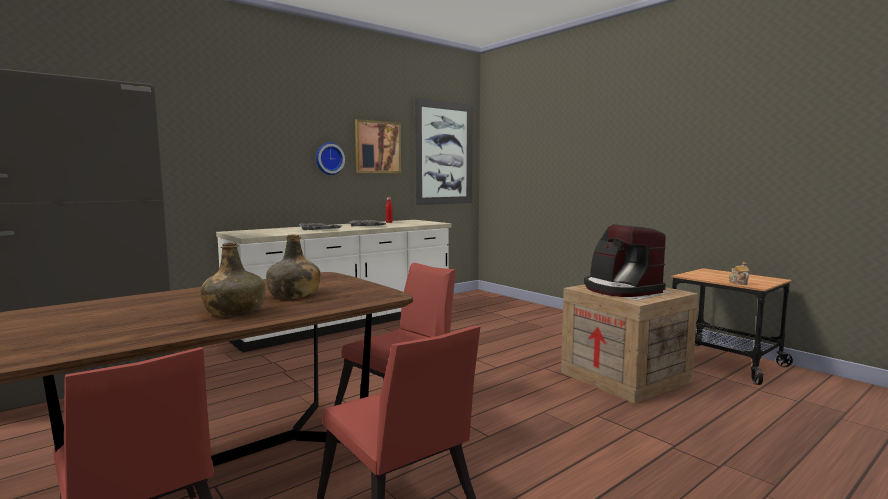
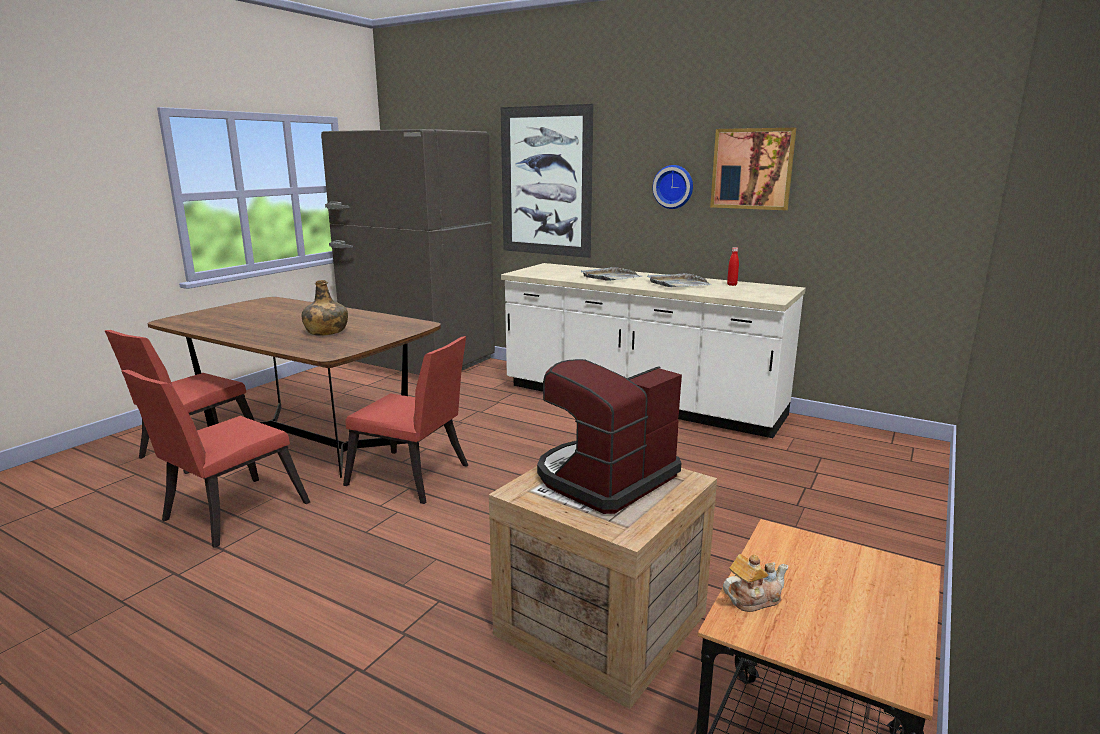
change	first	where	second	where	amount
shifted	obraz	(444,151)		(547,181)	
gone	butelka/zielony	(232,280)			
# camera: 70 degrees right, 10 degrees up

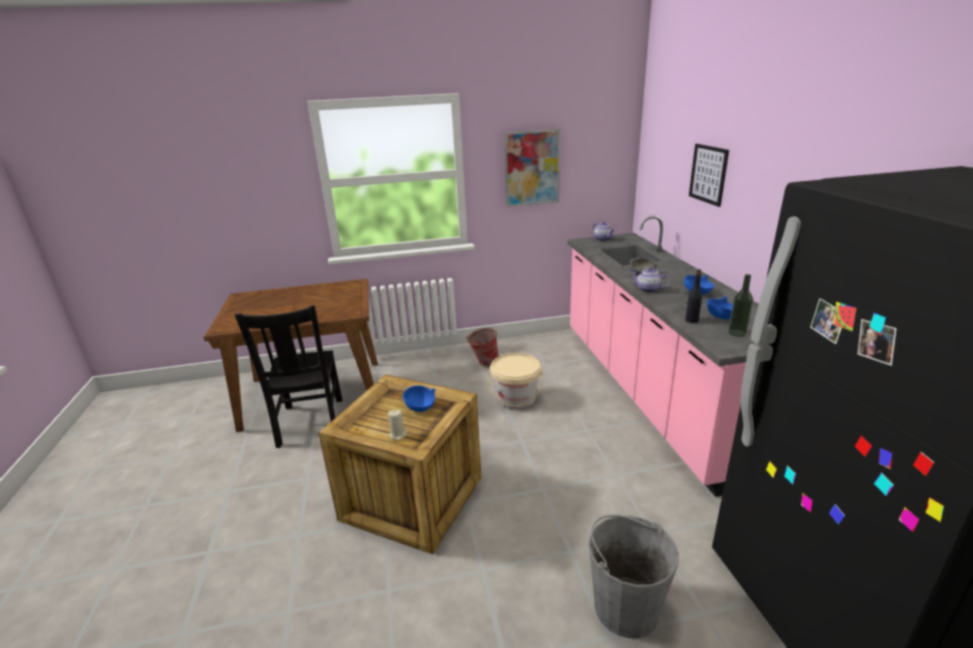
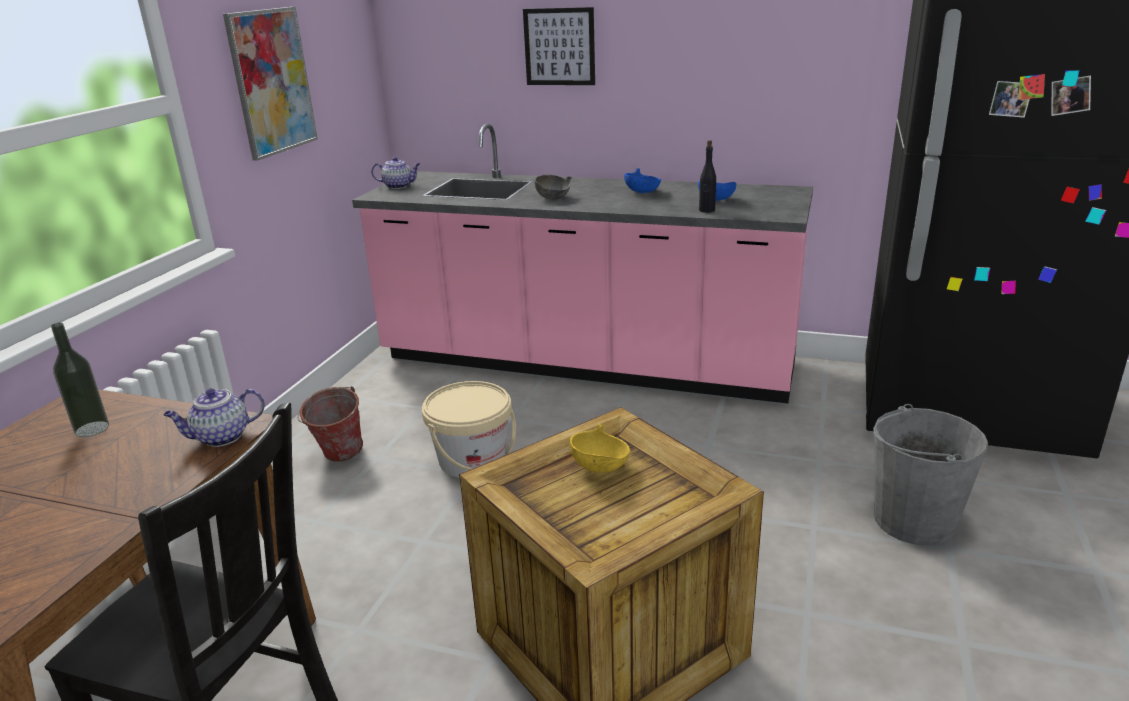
change	first	where	second	where	amount
shifted	butelka	(740,305)		(80,380)	
shifted	imbryk	(650,280)		(214,417)	
repainted	miska/niebieski	(419,398)	miska/żółty	(600,448)	
gone	świeca/beżowy	(397,425)			
# camera: 60 degrees left, 0 degrees up

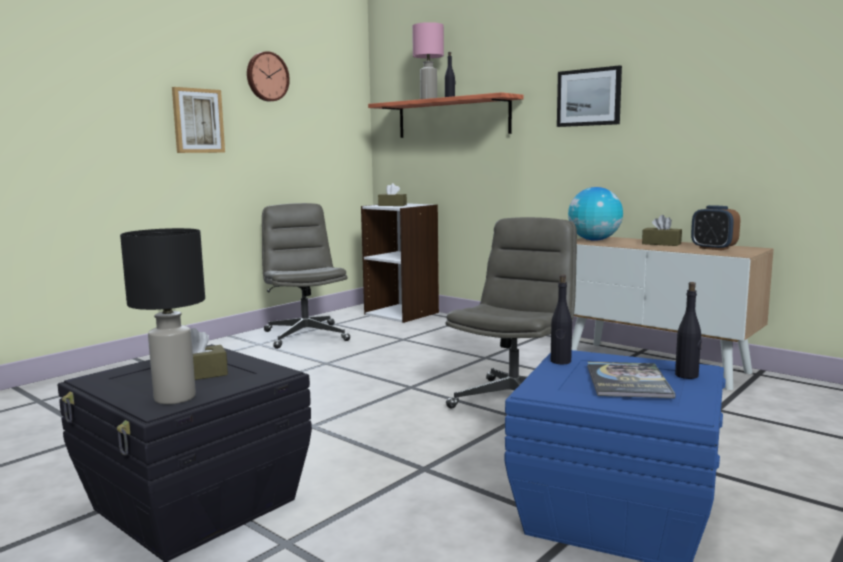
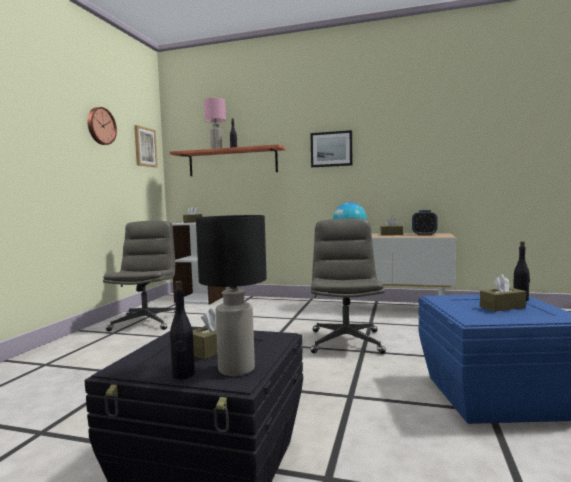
change	first	where	second	where	amount
rotated	krzesło biurowe/szary	(306,276)		(139,276)	45 degrees clockwise
shifted	obraz	(198,120)		(146,146)	
shifted	butelka/czarny	(561,319)		(182,330)	
swapped	książka	(631,380)	pudełko chusteczek/brązowy	(503,293)	
# camera: 25 degrees left, 5 degrees down

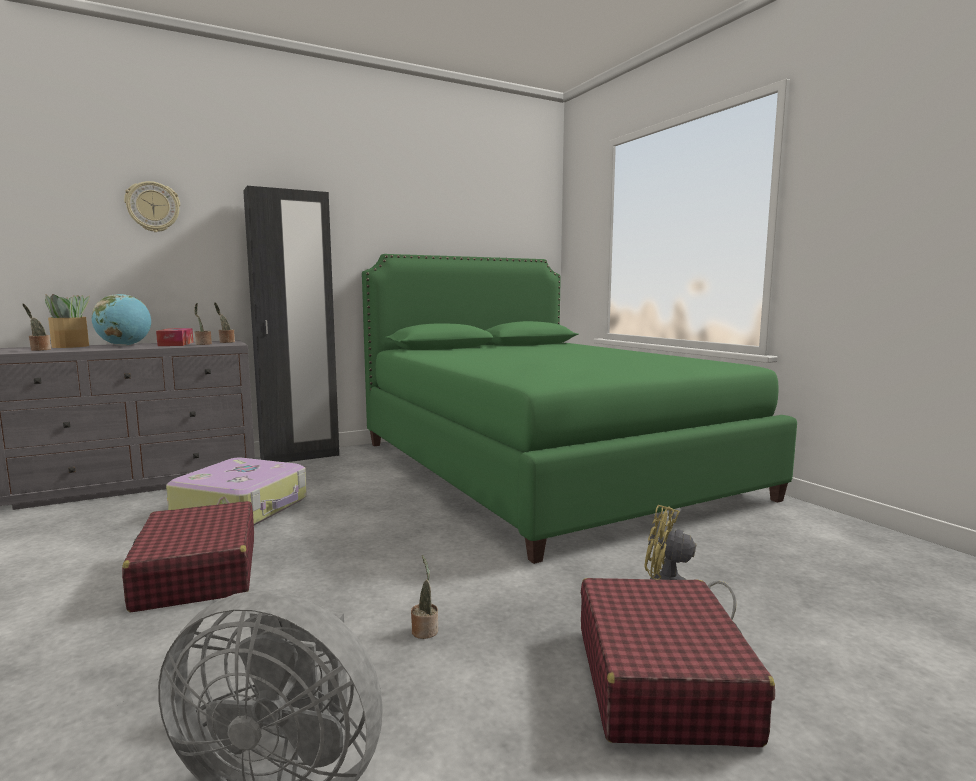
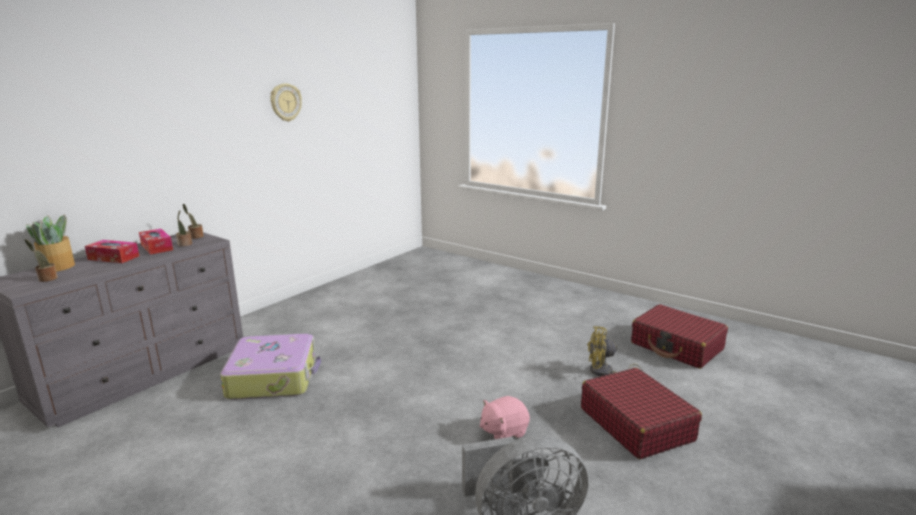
change	first	where	second	where	amount
swapped	globus	(121,320)	pudełko chusteczek	(112,251)	
shifted	zegar ścienny	(152,206)		(286,102)	
swapped	roślina doniczkowa	(424,597)	pluszak/różowy	(505,417)	
shifted	walizka/czerwony	(188,557)		(679,336)	
gone	szafa/czarny	(291,324)			
gone	łóżko/zielony	(579,409)			
# camera: 25 degrees left, 10 degrees up

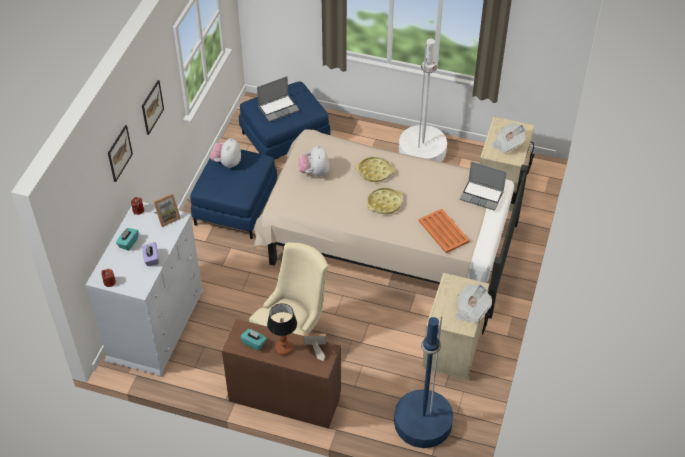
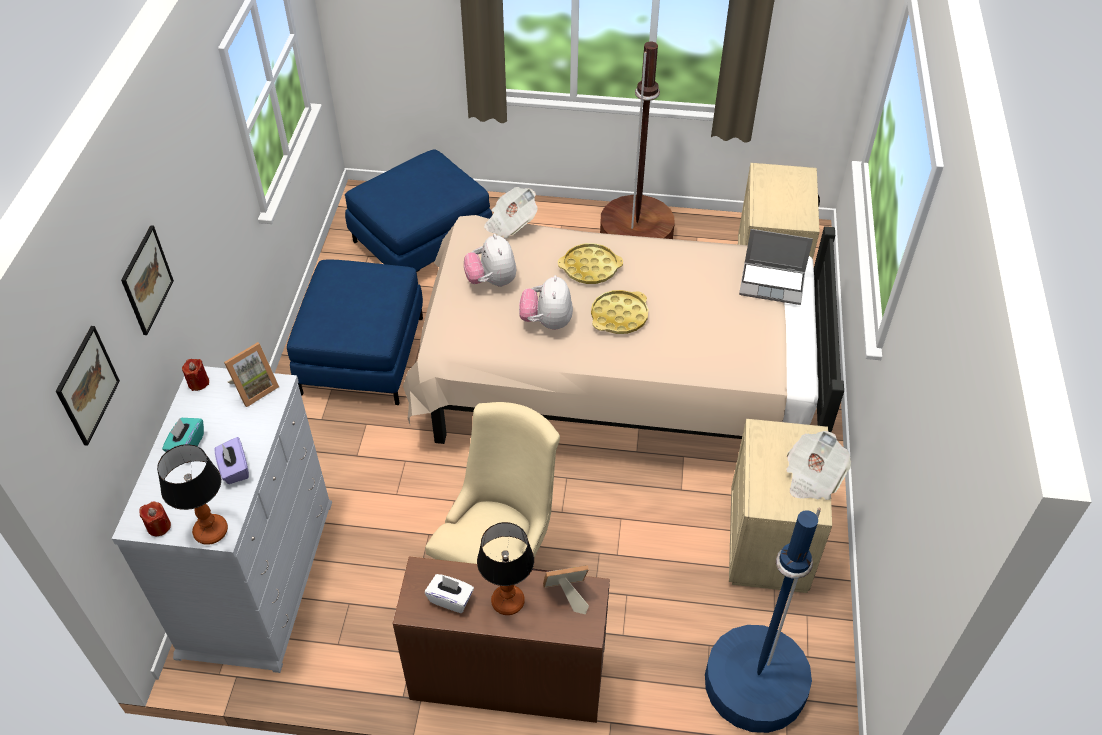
change	first	where	second	where	amount
shifted	obraz	(153,107)		(88,386)	
new			lampa stołowa	(192,494)	
repainted	pudełko chusteczek/turkusowy	(253,340)	pudełko chusteczek/biały	(449,593)	
shifted	gazeta	(508,138)		(511,213)	
shifted	pluszak	(225,153)		(546,302)	
repainted	lampa stojąca/biały	(423,100)	lampa stojąca/brązowy	(637,140)	
gone	laptop	(278,99)			
gone	taca/pomarańczowy	(444,231)			
# camera: 10 degrees left, 0 degrees up

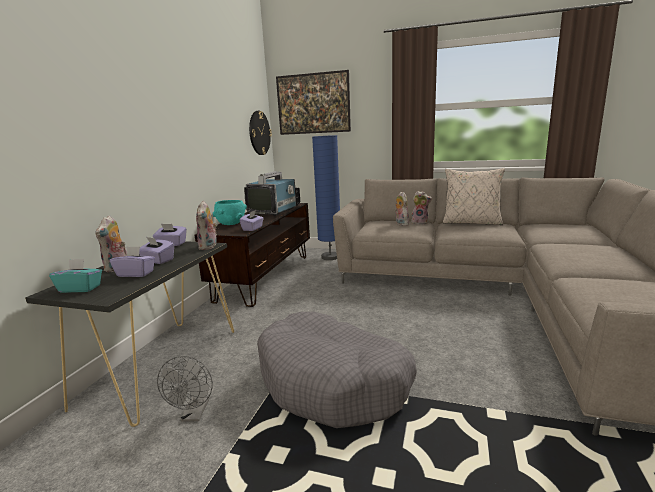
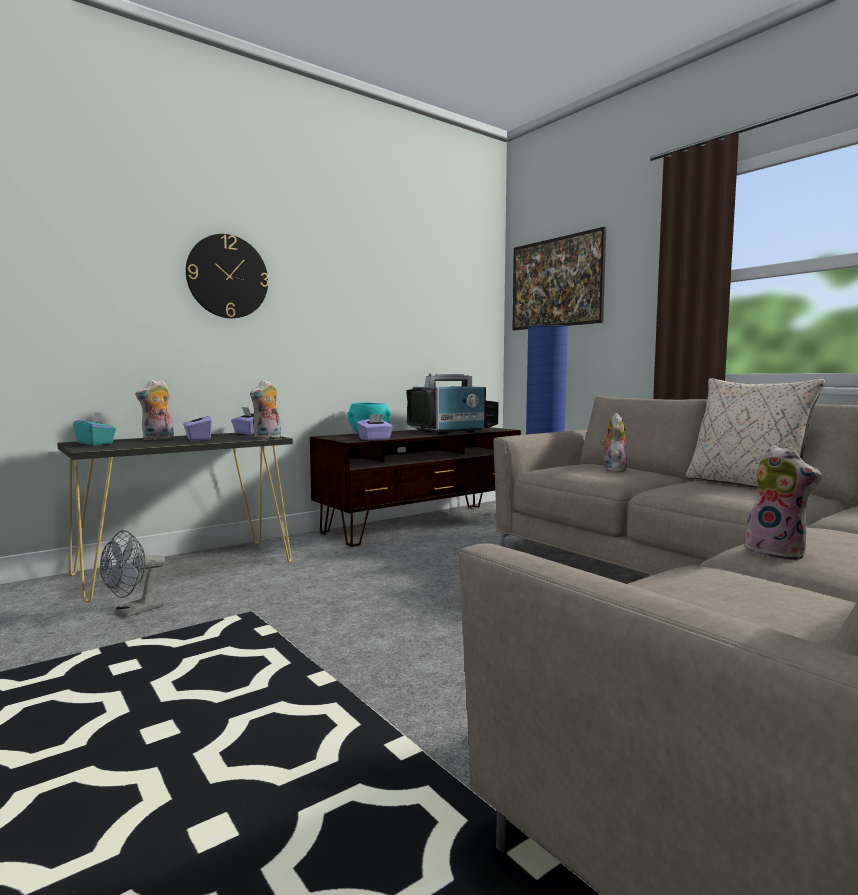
change	first	where	second	where	amount
shifted	zegar ścienny	(260,133)		(227,276)	
shifted	pluszak	(421,207)		(783,502)	
gone	pudełko chusteczek/fioletowy	(132,262)			
gone	legowisko/szary	(337,370)			
# camera: 35 degrees right, 10 degrees down

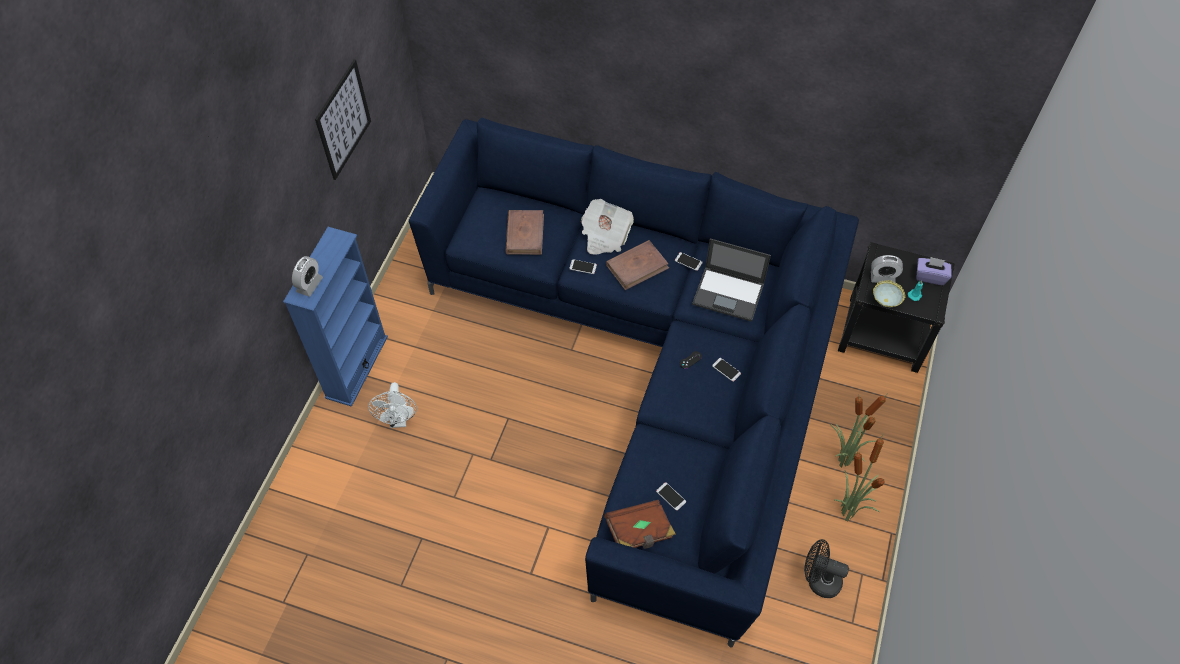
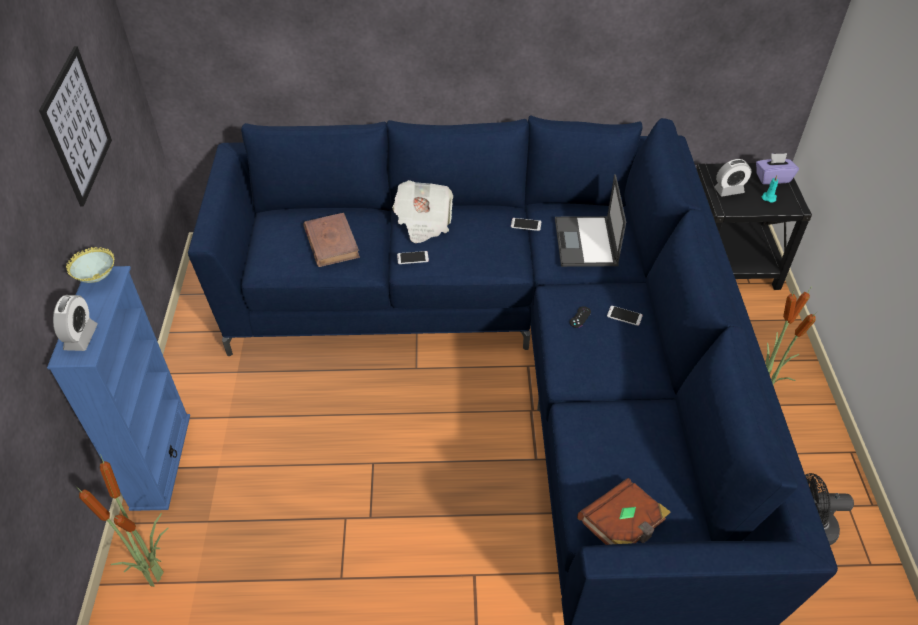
change	first	where	second	where	amount
shifted	miska	(889,293)		(90,265)	
shifted	roślina doniczkowa	(859,478)		(122,520)	
rotated	laptop	(731,280)		(590,220)	90 degrees clockwise
gone	wentylator/biały	(392,405)			
gone	książka/brązowy	(637,265)			
gone	telefon	(671,496)			
# camera: 20 degrees left, 10 degrees down

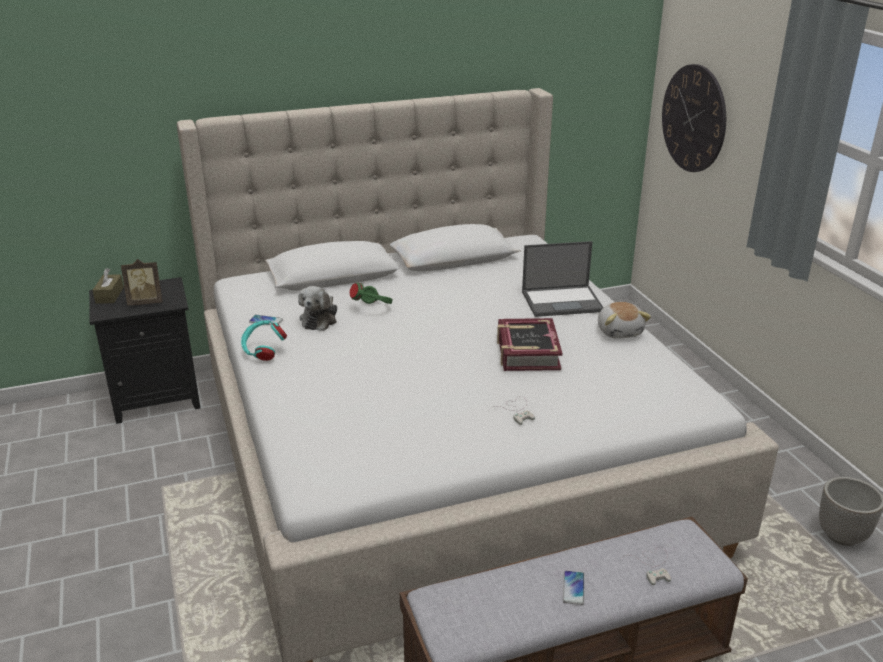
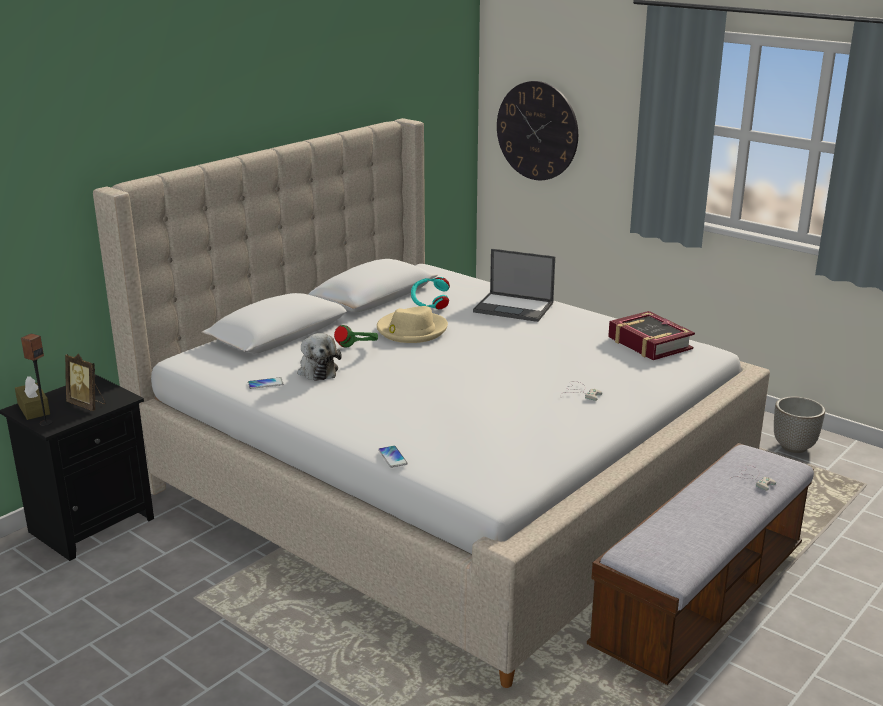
change	first	where	second	where	amount
new			głośnik	(36,379)	
rotated	ramka na zdjęcie	(142,282)		(85,382)	75 degrees clockwise
new			kapelusz/beżowy	(412,324)	
shifted	telefon	(573,588)		(393,457)	
shifted	słuchawki/turkusowy	(264,340)		(430,293)	
rotated	laptop	(563,279)		(514,285)	60 degrees clockwise
shifted	książka	(530,344)		(651,335)	
gone	pluszak	(624,320)			
# camera: 30 degrees left, 5 degrees down

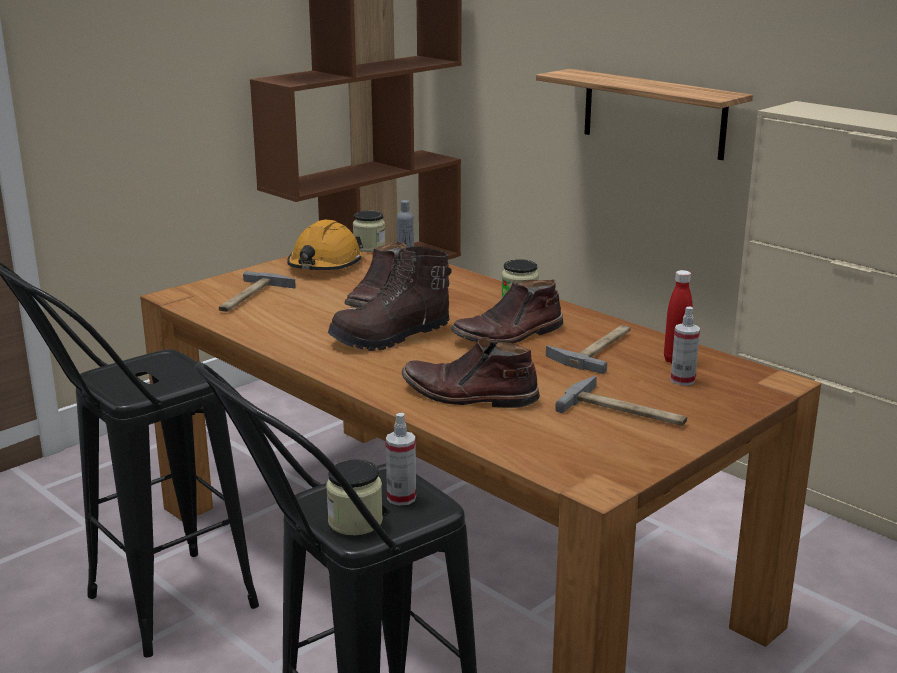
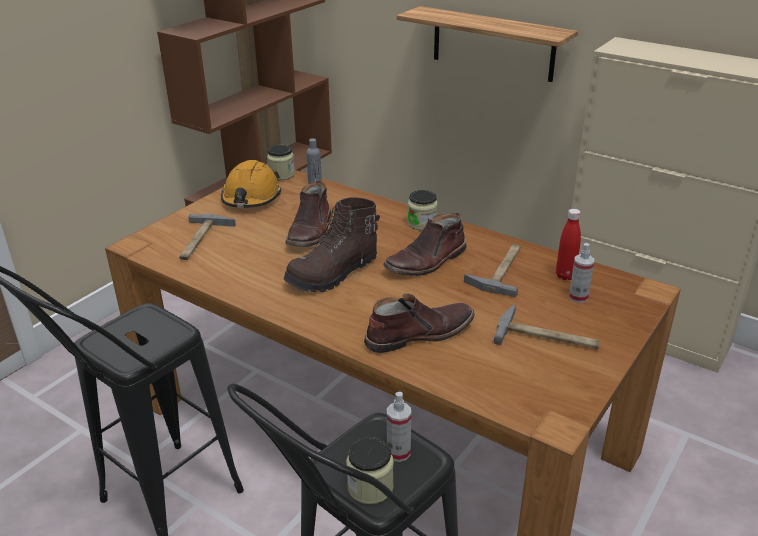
change	first	where	second	where	amount
rotated	but z cholewką/brązowy	(471,372)		(419,323)	150 degrees clockwise
# camera: 10 degrees left, 10 degrees up

